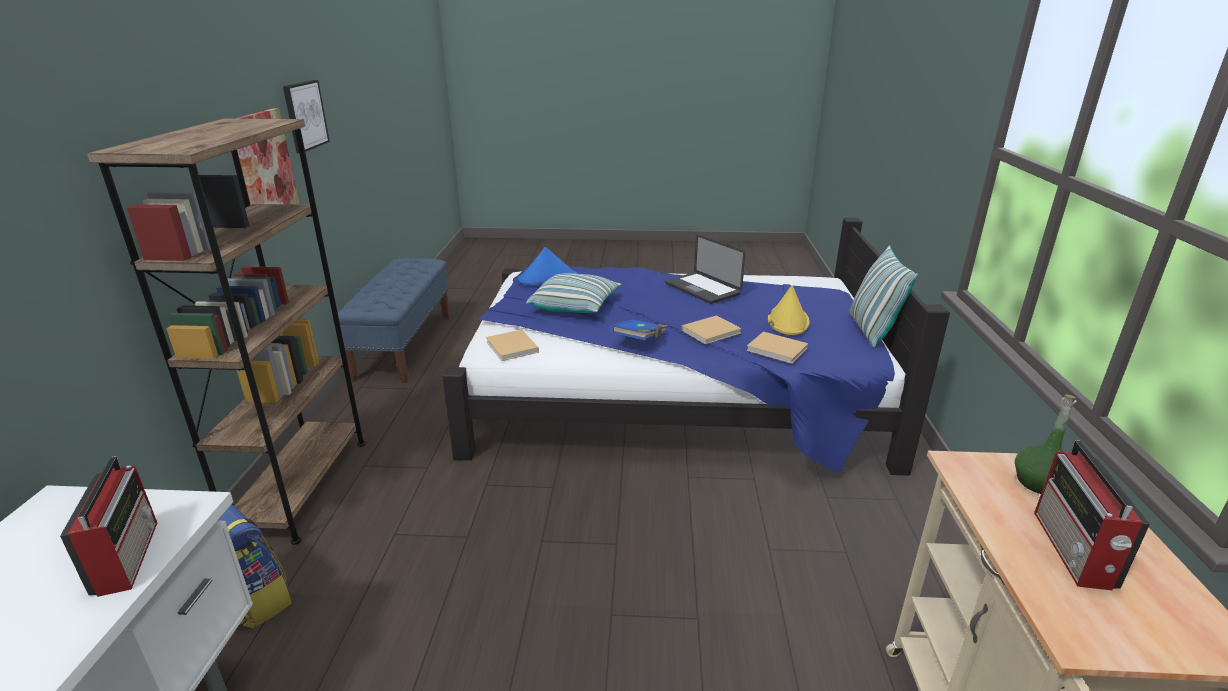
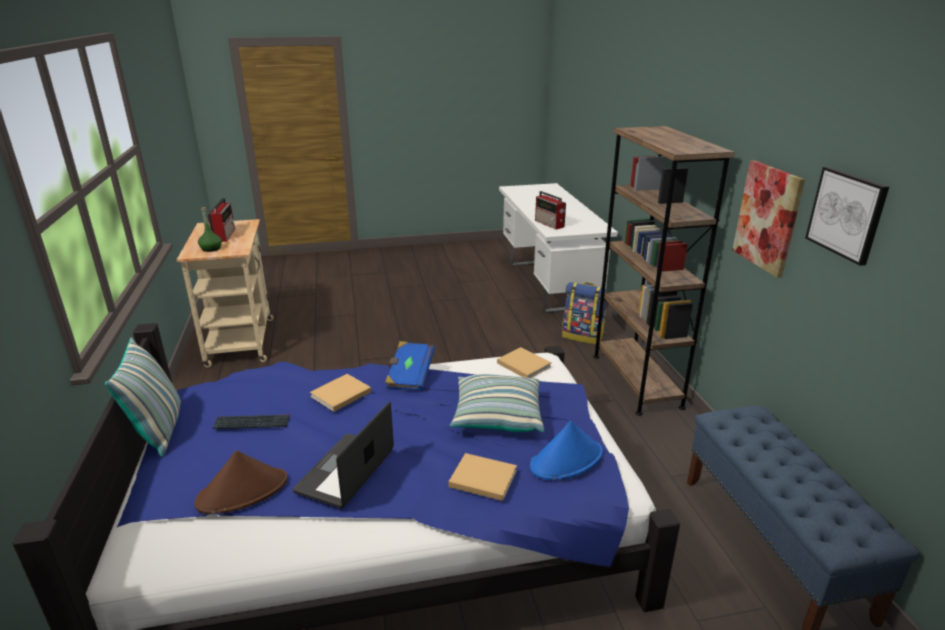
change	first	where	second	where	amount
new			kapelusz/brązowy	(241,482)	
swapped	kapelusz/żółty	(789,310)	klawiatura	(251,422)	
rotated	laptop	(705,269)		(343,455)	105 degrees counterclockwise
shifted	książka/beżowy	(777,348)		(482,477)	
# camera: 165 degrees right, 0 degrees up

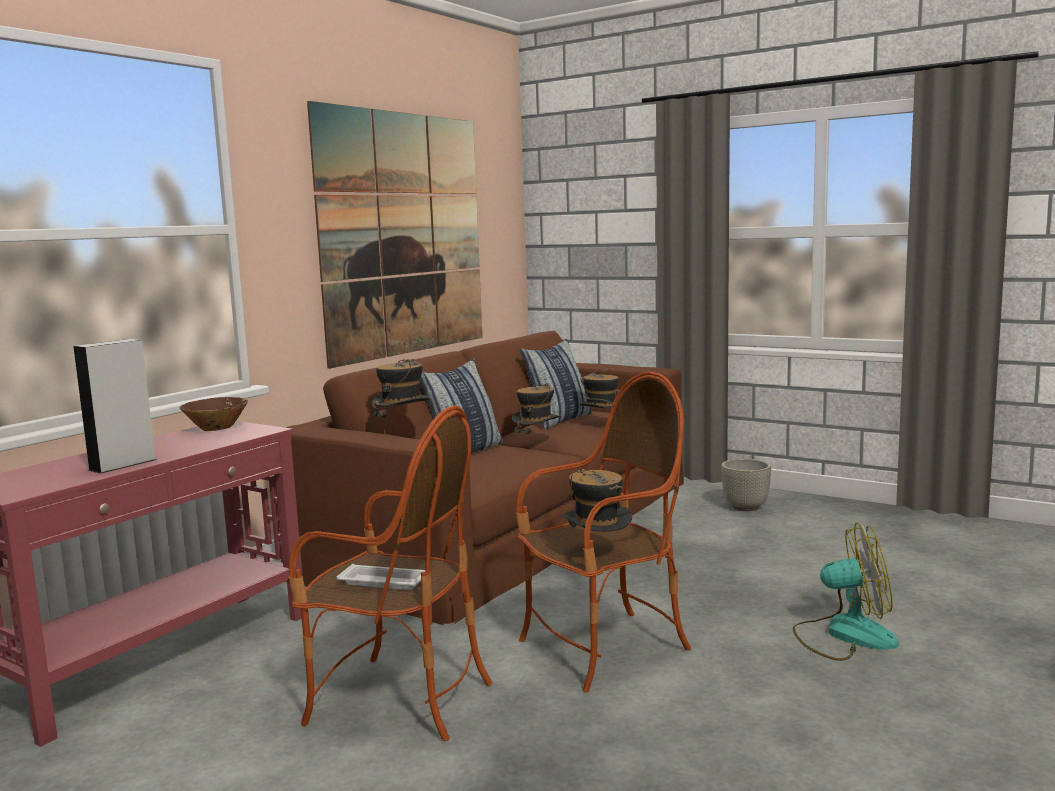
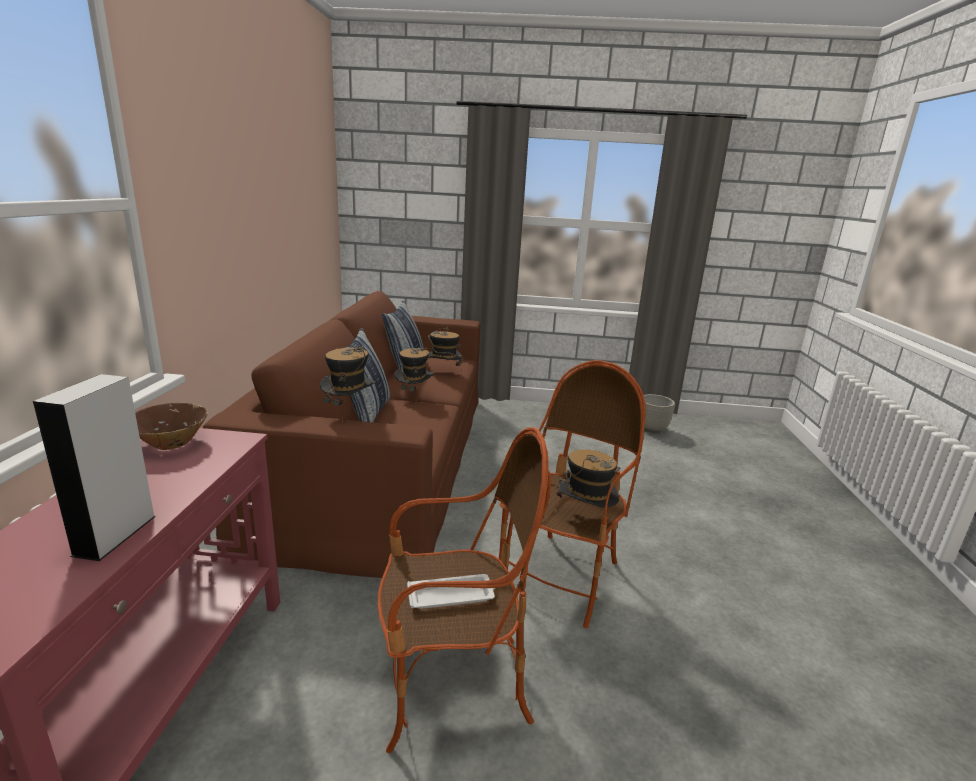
change	first	where	second	where	amount
shifted	donica/szary	(746,485)		(659,413)	
gone	obraz	(395,235)			
gone	wentylator	(846,591)			
# camera: 30 degrees left, 10 degrees up

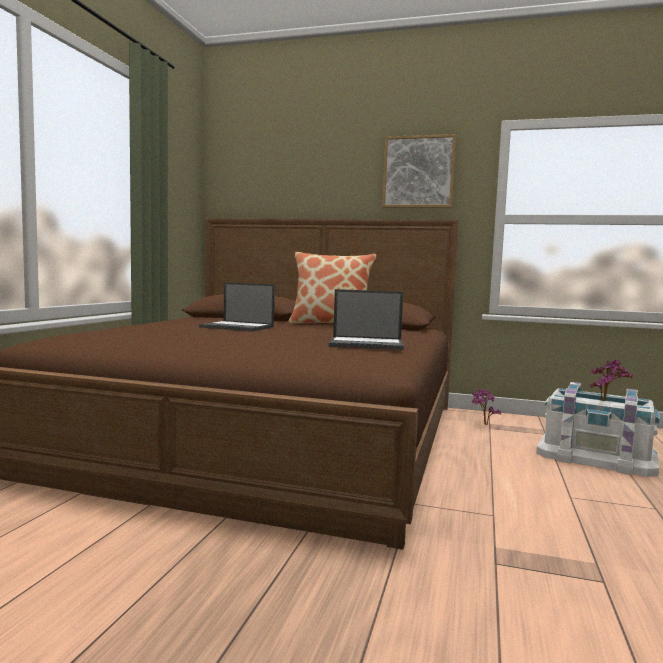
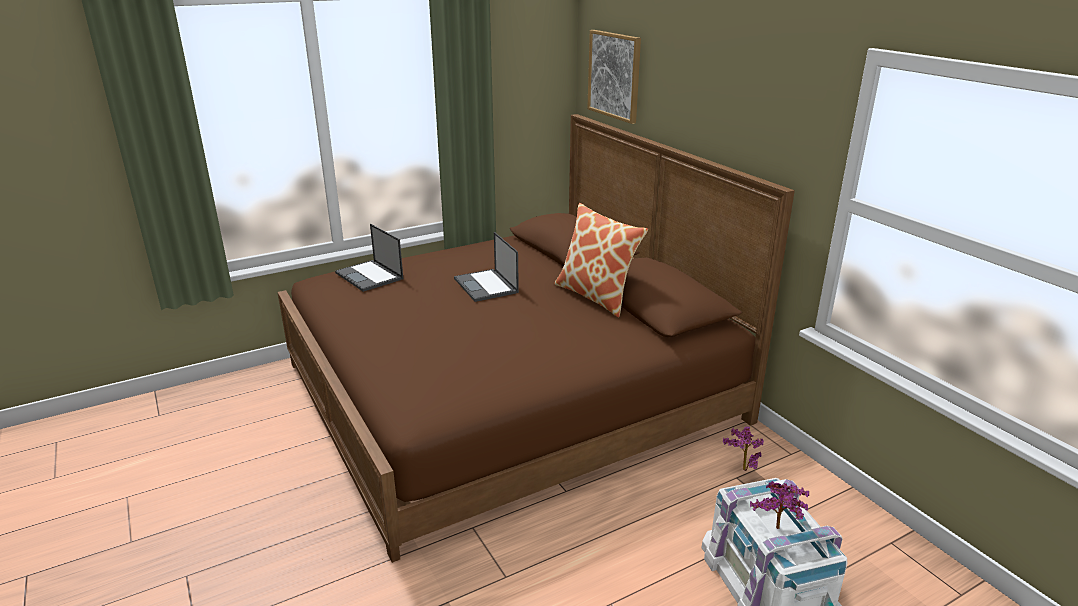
change	first	where	second	where	amount
shifted	laptop	(366,319)		(369,258)	
shifted	obraz	(419,171)		(614,77)	
# camera: 45 degrees right, 20 degrees up

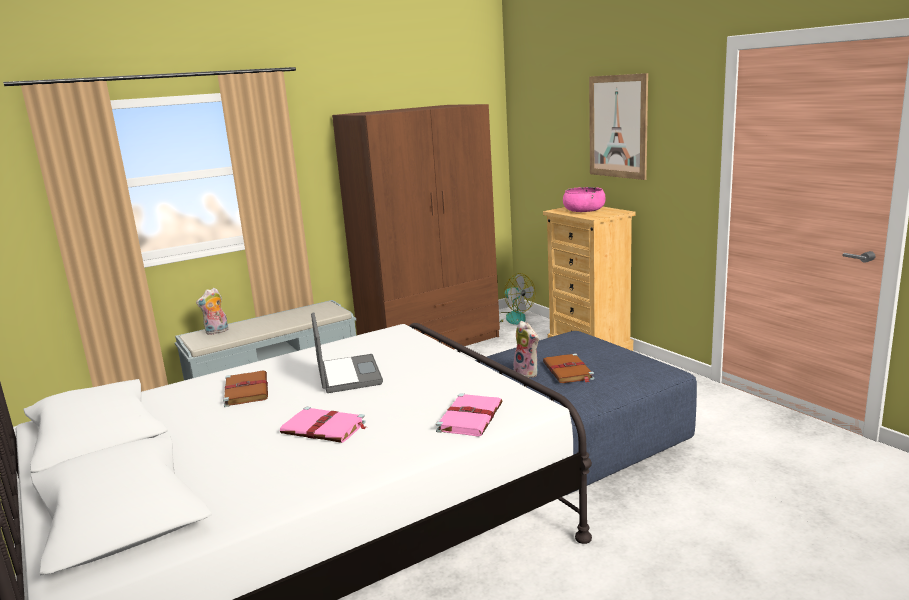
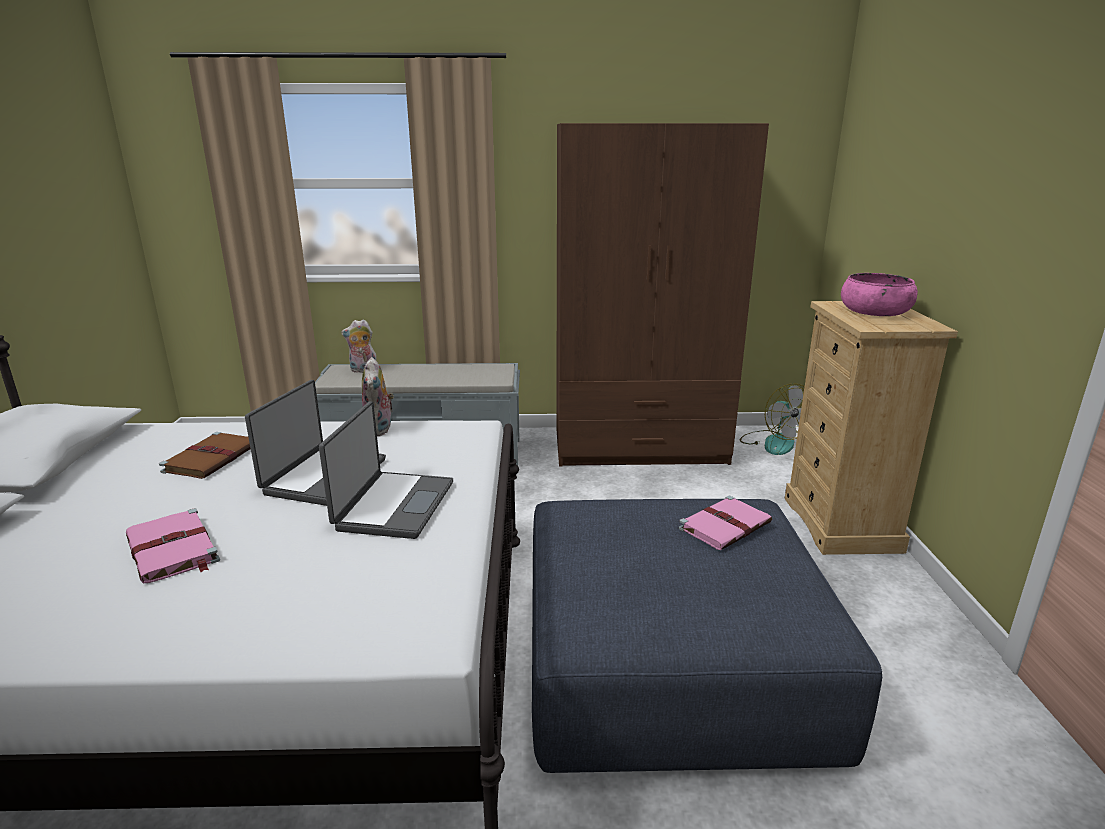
change	first	where	second	where	amount
new			laptop	(386,470)	
shifted	pluszak	(526,349)		(378,397)	
shifted	książka/różowy	(469,415)		(725,523)	
gone	książka/brązowy	(568,368)			
gone	obraz	(618,126)			
# camera: 30 degrees right, 5 degrees up

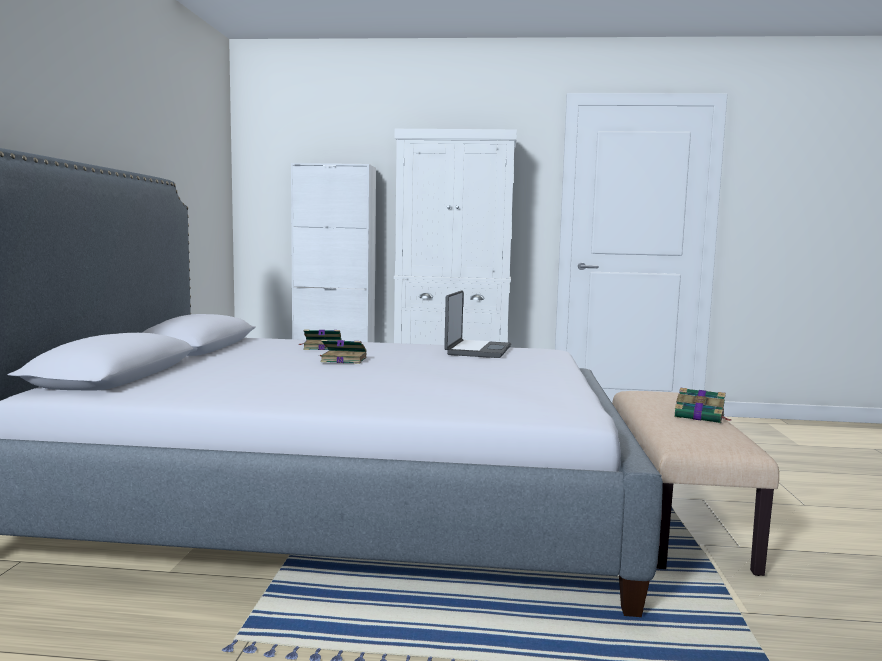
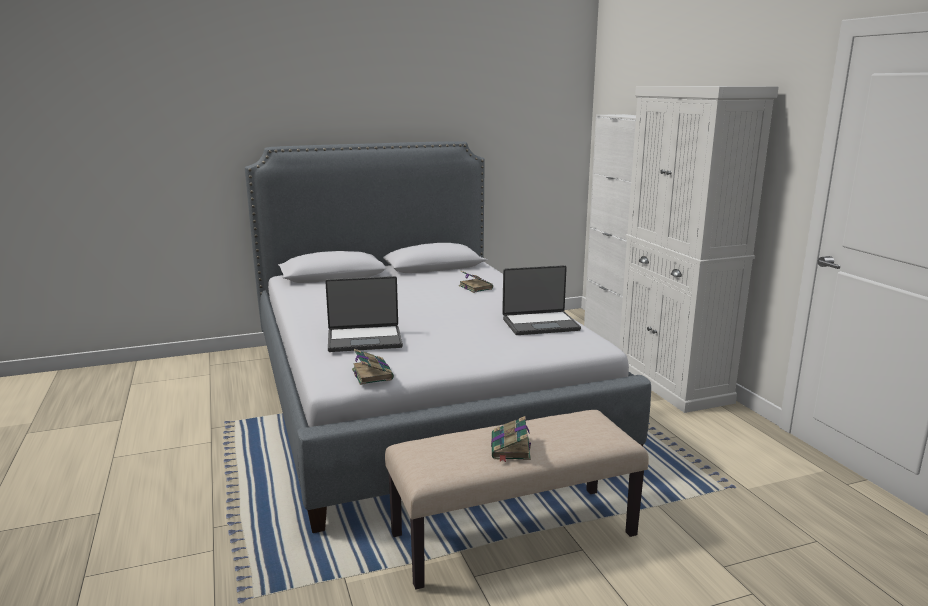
change	first	where	second	where	amount
new			laptop	(364,314)	
shifted	książka	(343,351)		(373,367)	
# camera: 65 degrees right, 10 degrees up

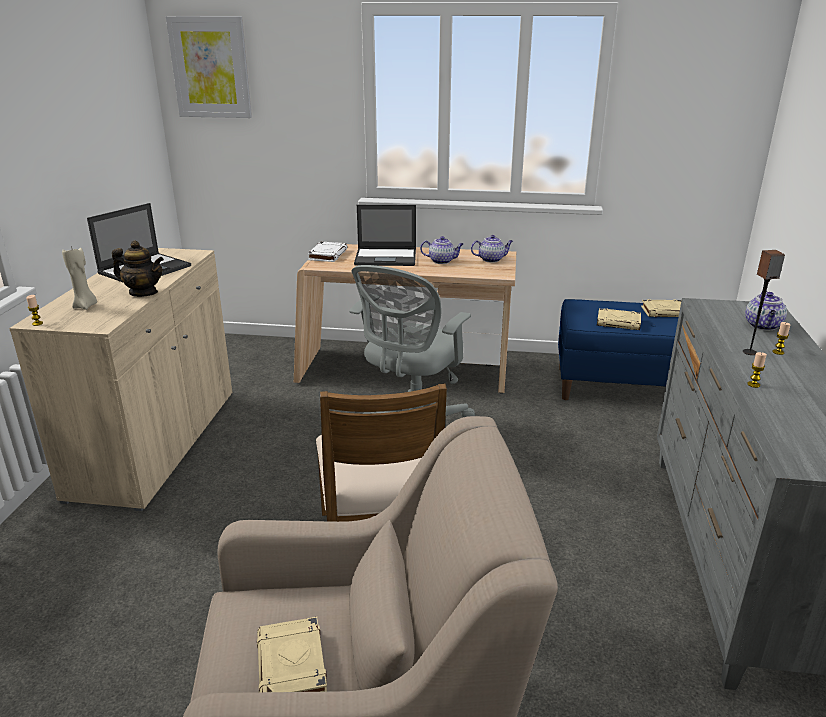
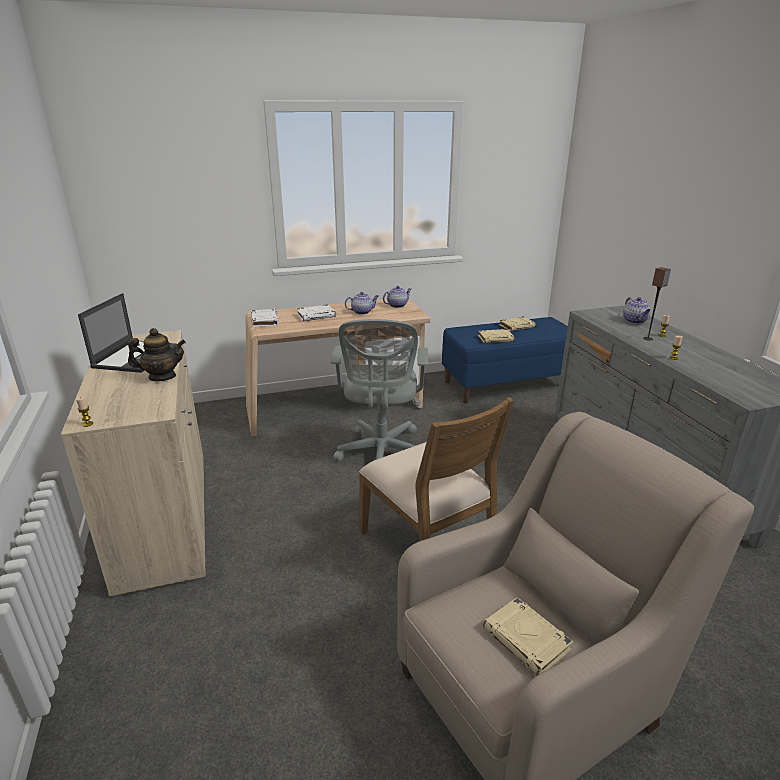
change	first	where	second	where	amount
swapped	laptop	(385,235)	książka/biały	(316,313)	
gone	świeca/beżowy	(79,278)			
gone	obraz	(209,67)			
# camera: 25 degrees left, 0 degrees up

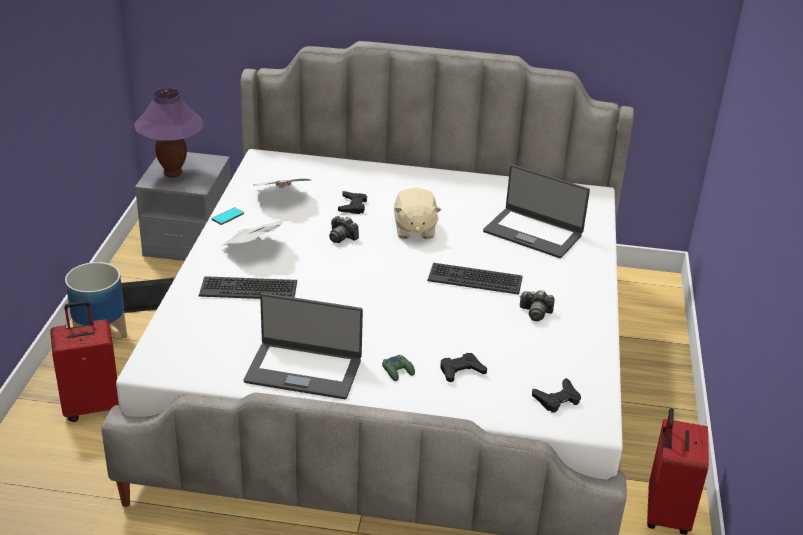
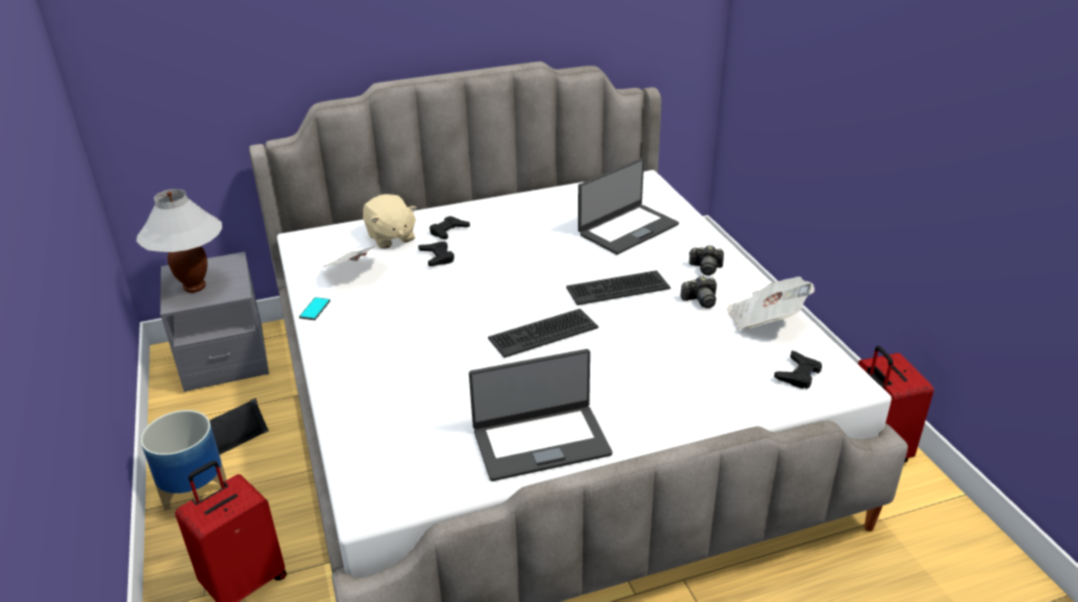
change	first	where	second	where	amount
repainted	lampa stołowa/fioletowy	(169,133)	lampa stołowa/biały	(179,241)	
shifted	pluszak/beżowy	(417,213)		(390,221)	
shifted	pad do gier/czarny	(463,367)		(449,227)	
shifted	klawiatura	(248,287)		(543,333)	
rotated	laptop	(536,211)		(628,206)	45 degrees counterclockwise
shifted	aparat fotograficzny	(344,229)		(706,260)	
shifted	gazeta	(255,232)		(771,303)	
gone	pad do gier/zielony	(398,368)			
# camera: 25 degrees left, 0 degrees up

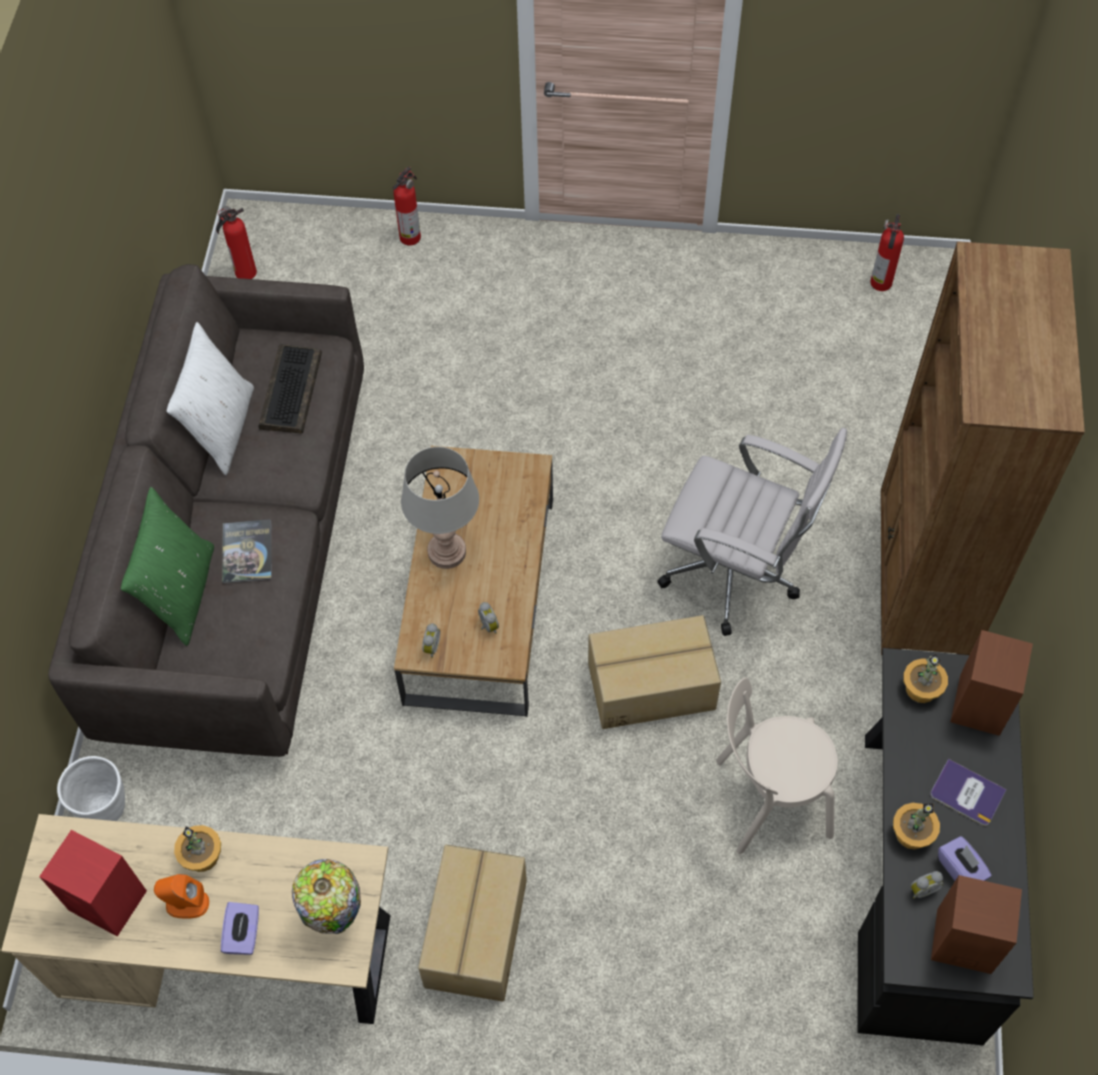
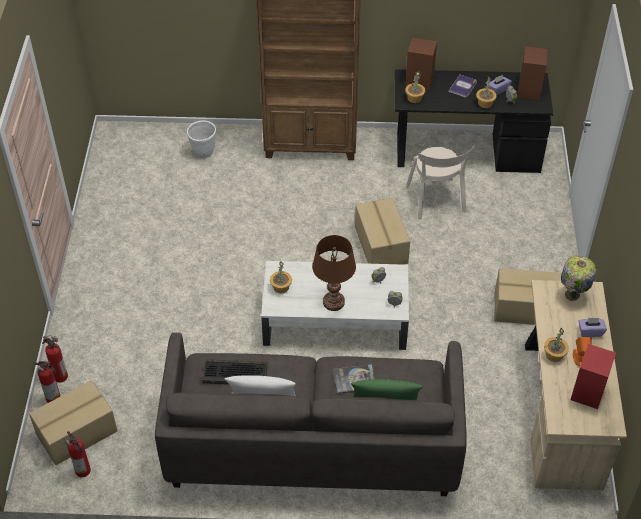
change	first	where	second	where	amount
new			karton	(73,422)	
shifted	gaśnica	(887,252)		(46,382)	
shifted	donica/biały	(91,788)		(201,139)	
repainted	ława/brązowy	(473,581)	ława/biały	(335,305)	
new			roślina doniczkowa	(281,277)	
repainted	lampa stołowa/szary	(440,508)	lampa stołowa/brązowy	(334,273)	
gone	krzesło biurowe/biały	(752,532)			
# camera: 95 degrees left, 10 degrees down

